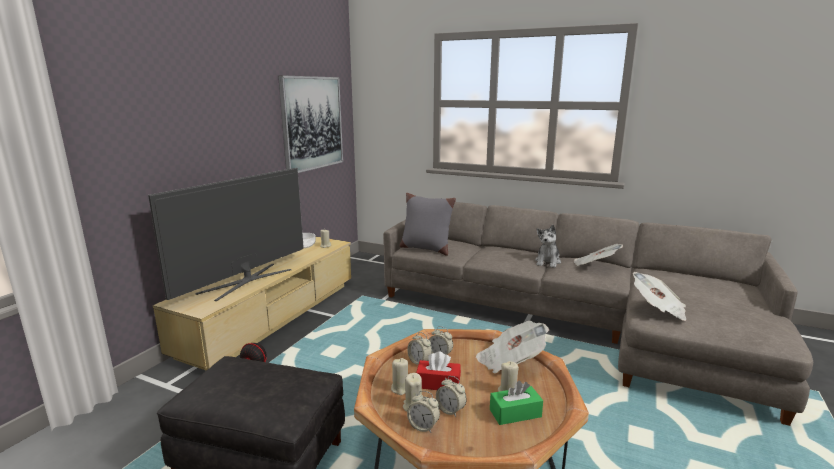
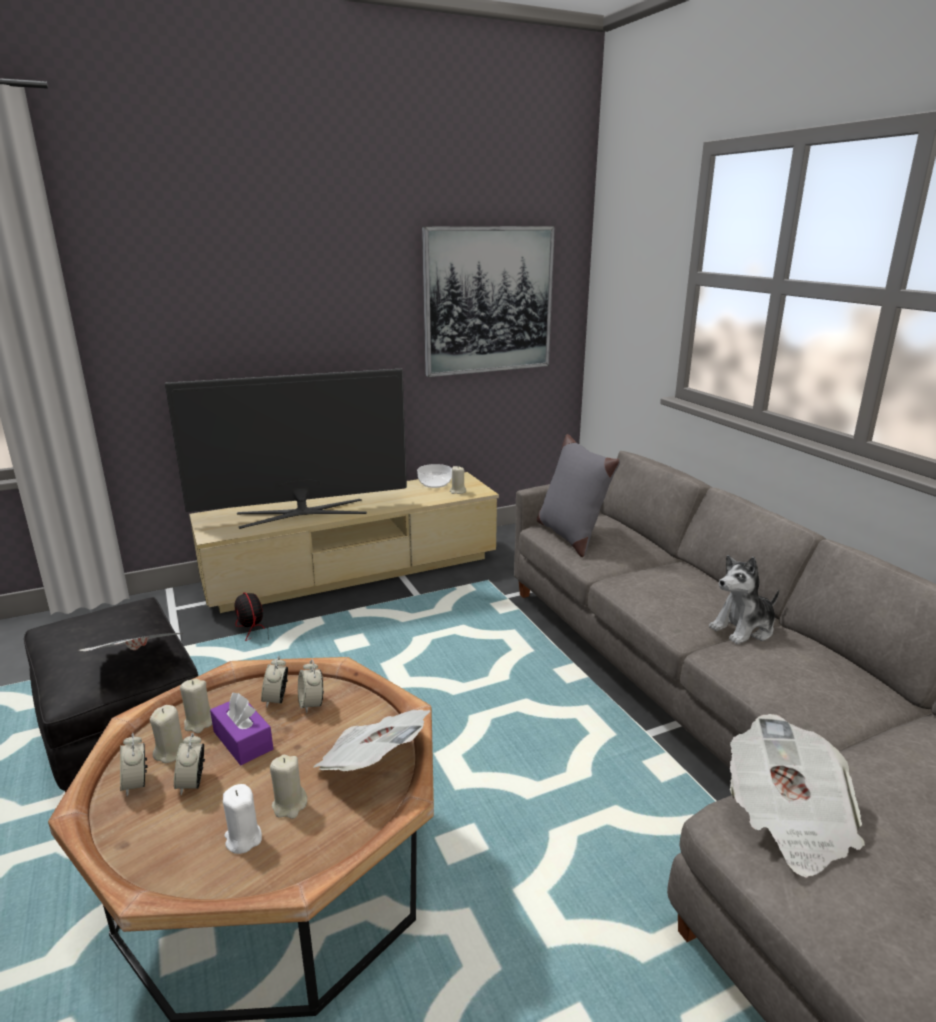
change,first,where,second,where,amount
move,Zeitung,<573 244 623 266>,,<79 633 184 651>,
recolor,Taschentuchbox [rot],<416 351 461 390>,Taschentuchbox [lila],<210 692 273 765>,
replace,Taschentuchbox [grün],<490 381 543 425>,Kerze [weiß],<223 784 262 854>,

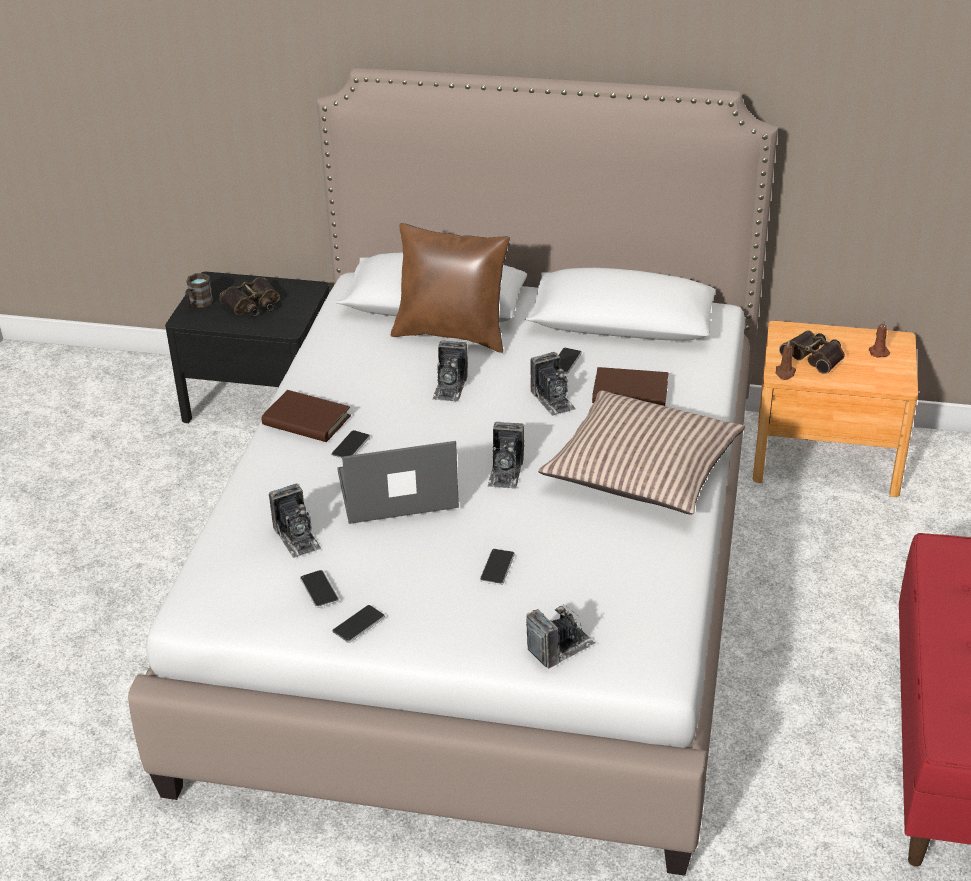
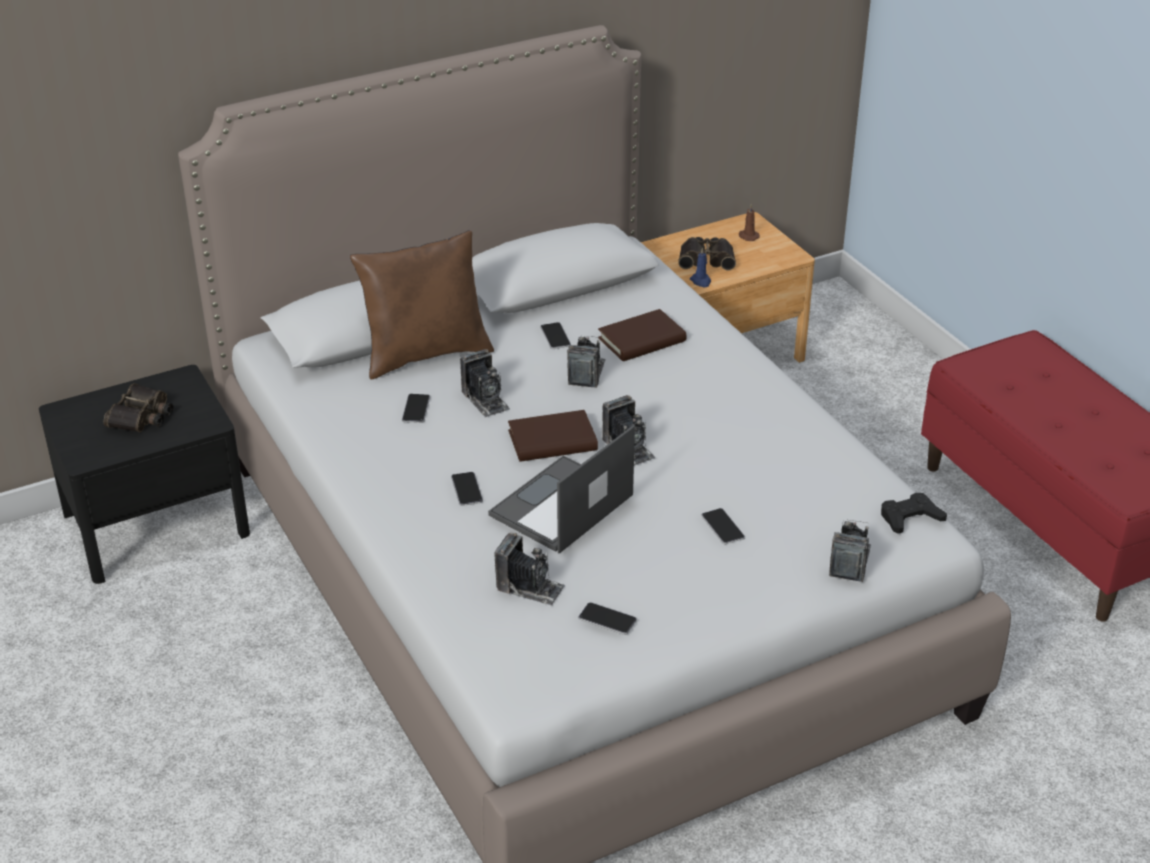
change,first,where,second,where,amount
move,Handy,<332 605 385 643>,,<402 394 430 423>,
move,Buch [braun],<262 390 351 442>,,<508 410 598 462>,
rotate,Kamera,<530 352 576 416>,,<567 336 606 388>,105 degrees counterclockwise
recolor,Kerze [braun],<775 340 796 380>,Kerze [blau],<690 247 711 287>,
insert,,,Gamepad [schwarz],<881 493 947 534>,
delete,Henkelbecher [braun],<185 273 213 307>,,,
delete,Kissen,<538 391 745 515>,,,

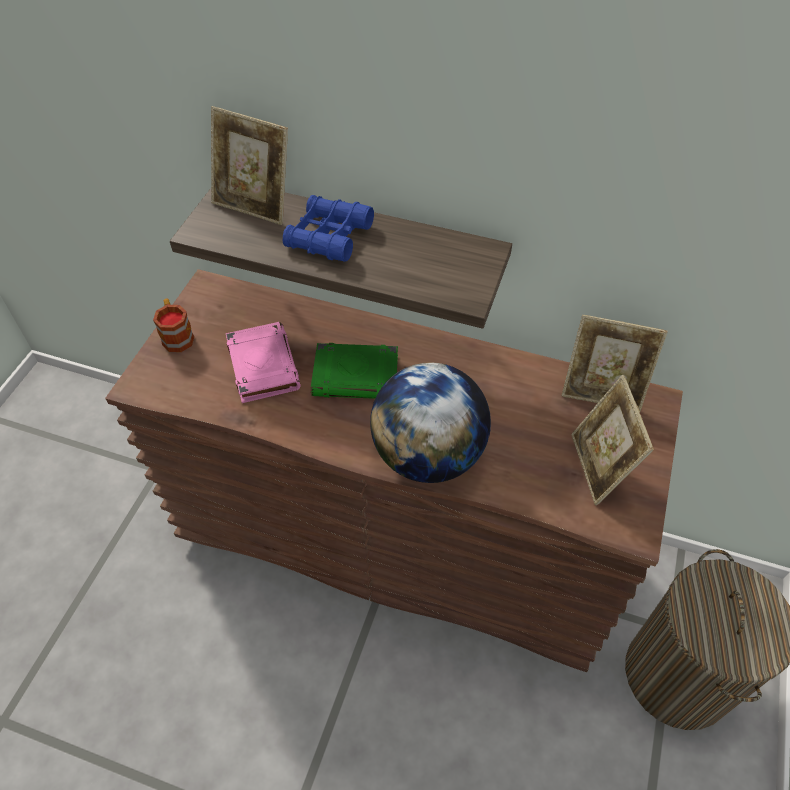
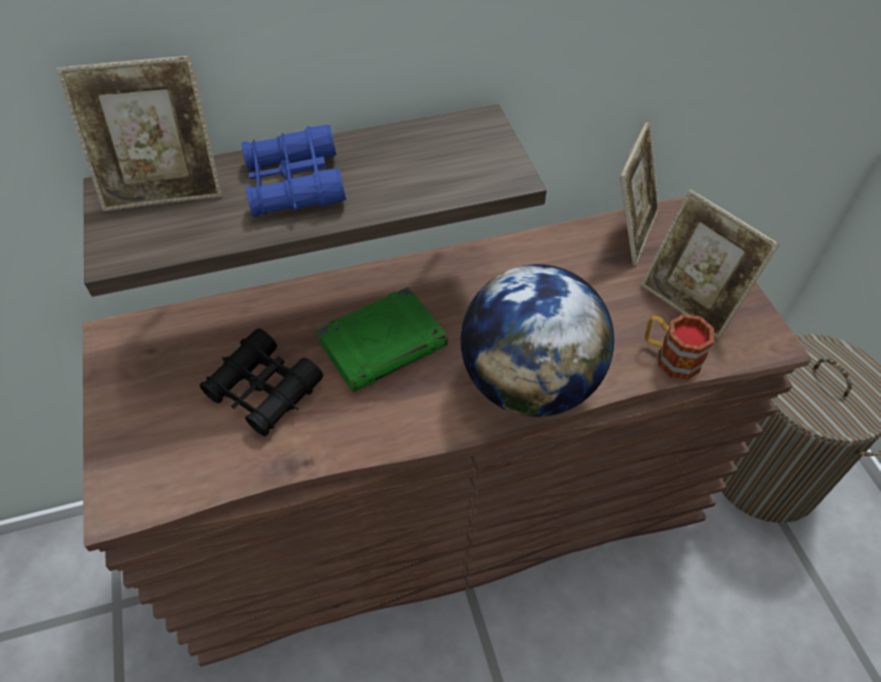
change,first,where,second,where,amount
replace,Buch [rosa],<225 322 301 403>,Fernglas [schwarz],<200 328 323 436>,
rotate,Bilderrahmen,<562 315 668 411>,,<620 121 660 266>,45 degrees counterclockwise
move,Henkelbecher,<153 299 194 352>,,<645 314 714 380>,

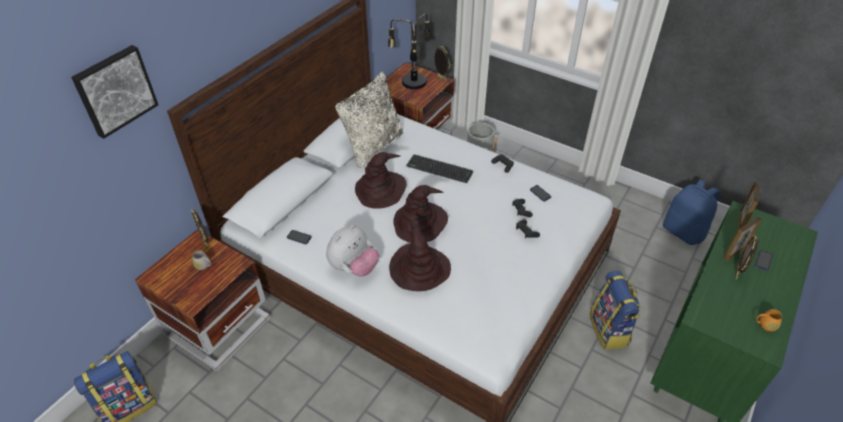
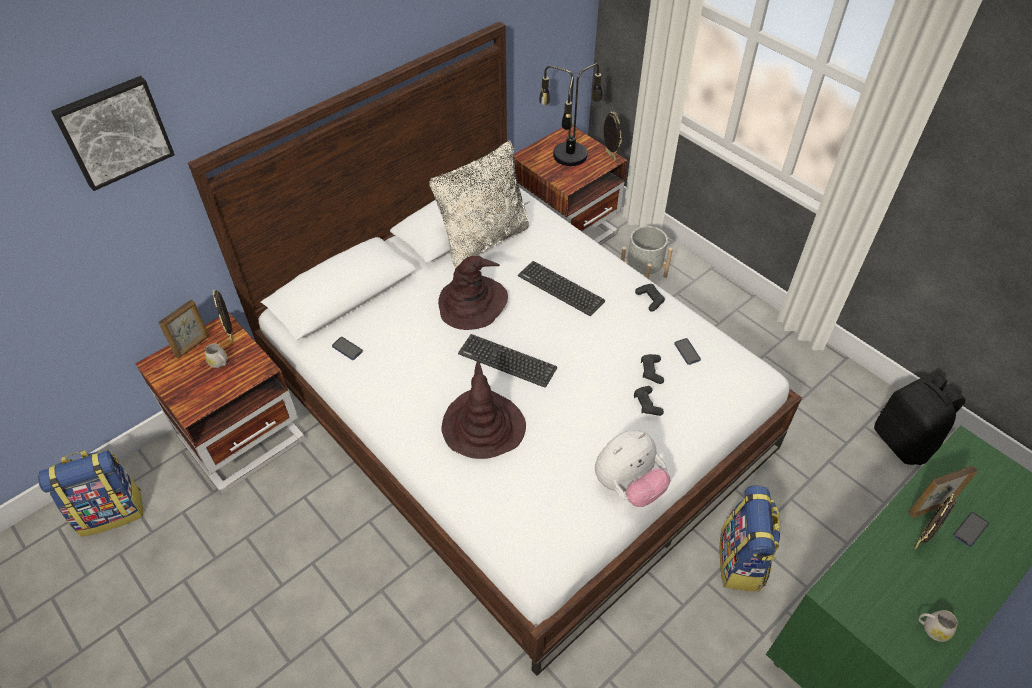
change,first,where,second,where,amount
move,Bilderrahmen,<738 182 759 230>,,<158 299 209 359>,
replace,Hut [braun],<393 185 448 243>,Tastatur,<458 334 557 388>,
move,Plüschtier,<326 225 379 276>,,<595 430 671 507>,
recolor,Rucksack [blau],<663 179 720 245>,Rucksack [schwarz],<874 374 966 465>,
recolor,Henkelbecher [orange],<756 309 782 331>,Henkelbecher [weiß],<919 610 958 642>,

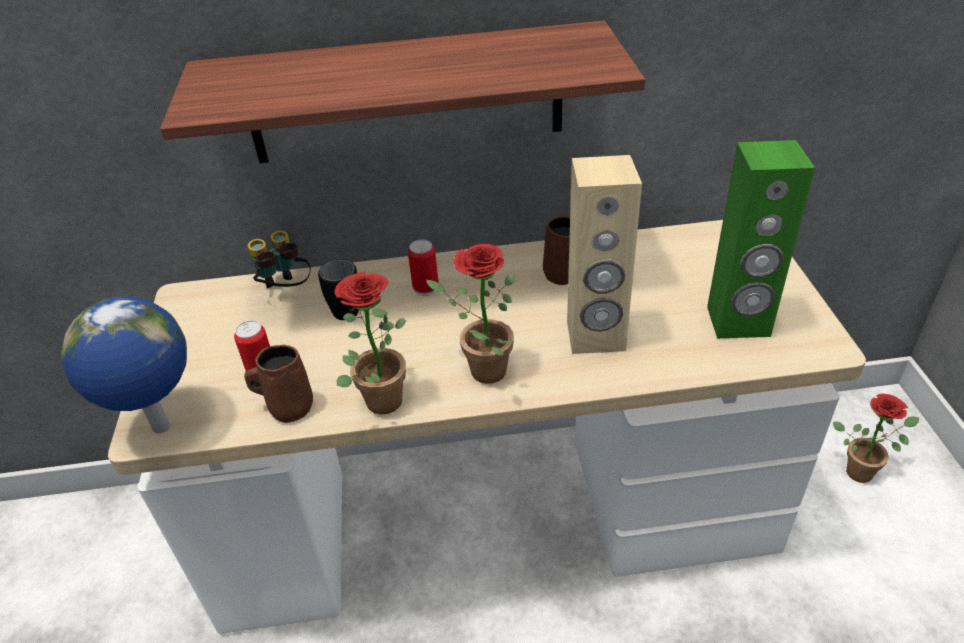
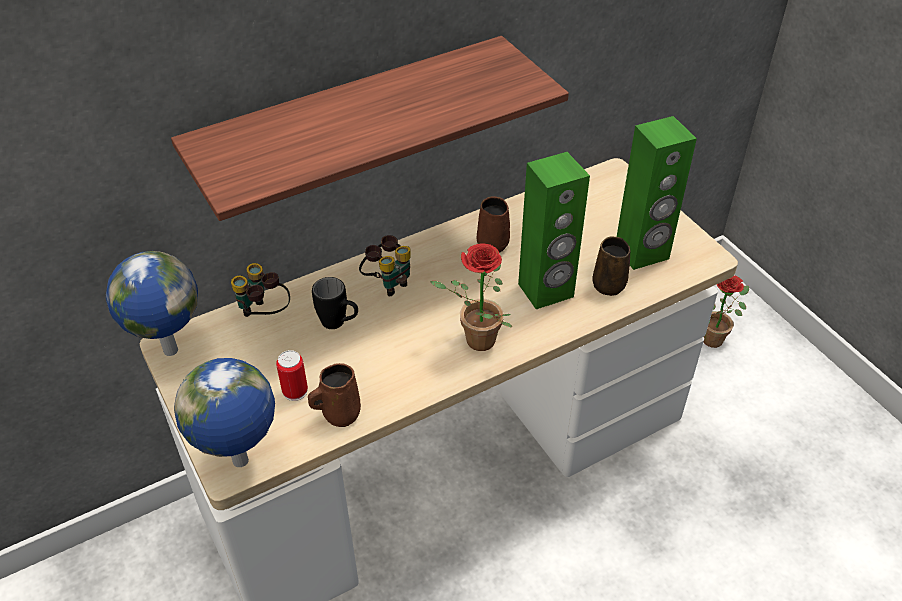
change,first,where,second,where,amount
insert,,,Globus,<106 251 198 356>,
replace,Dose,<408 240 439 296>,Fernglas,<359 235 410 297>,
recolor,Lautsprecher [beige],<567 155 642 354>,Lautsprecher [grün],<518 152 590 309>,
insert,,,Henkelbecher [braun],<593 237 630 296>,
delete,Topfpflanze,<334 272 406 415>,,,

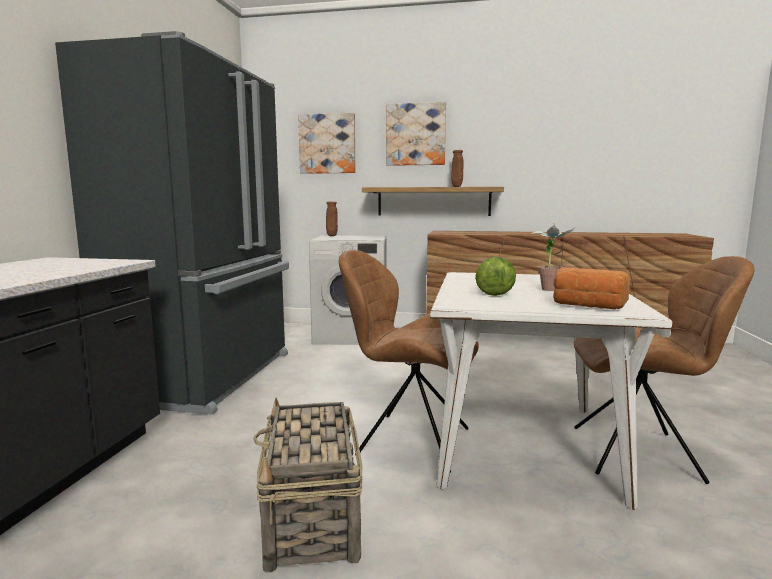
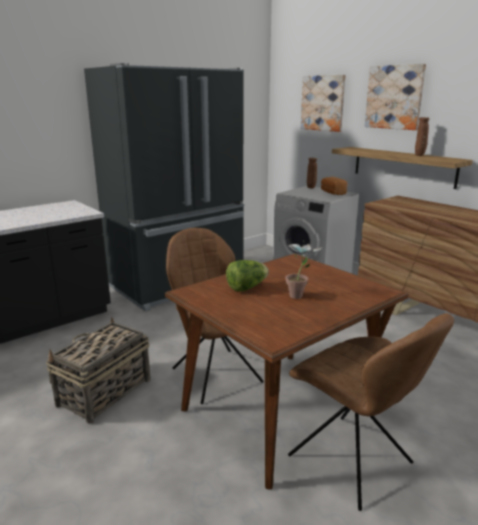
change,first,where,second,where,amount
recolor,Esstisch [weiß],<430 272 672 510>,Esstisch [braun],<165 253 408 490>,
move,Brot,<553 267 631 309>,,<321 177 347 195>,

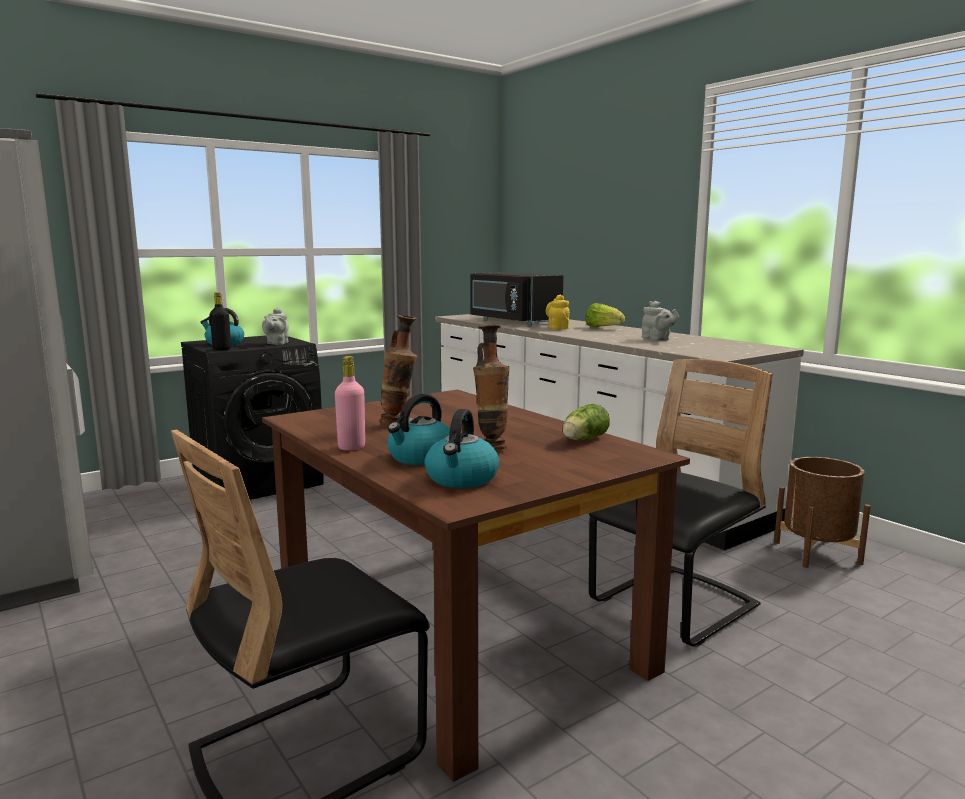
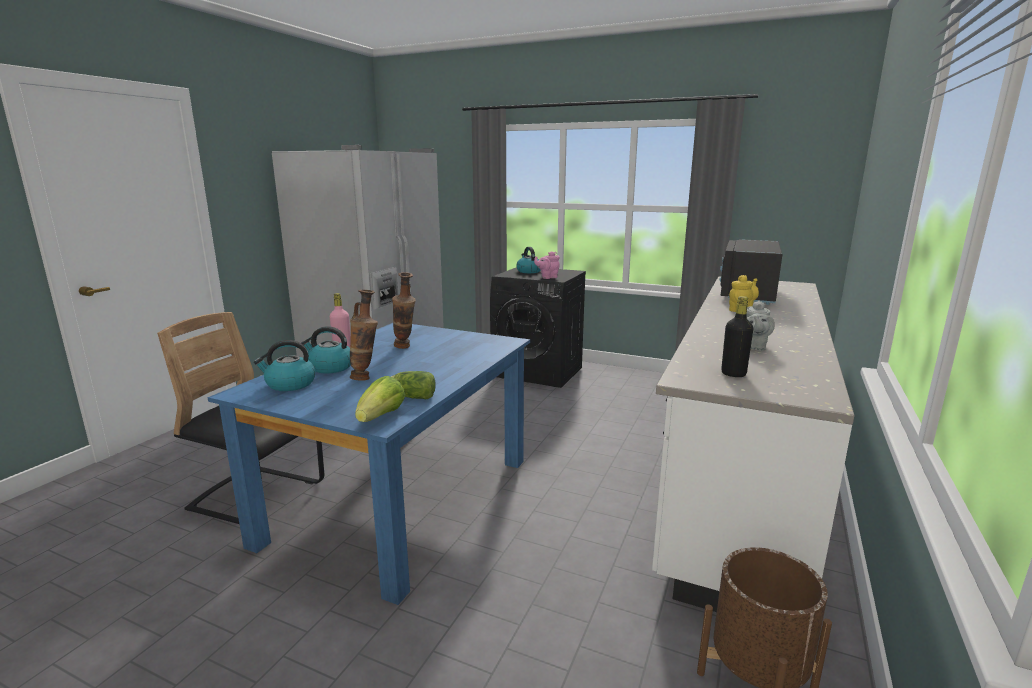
change,first,where,second,where,amount
recolor,Esstisch [braun],<262 390 690 782>,Esstisch [blau],<208 323 530 605>,
move,Salatkopf,<586 303 625 327>,,<355 376 405 422>,
recolor,Teekanne [grau],<262 307 289 345>,Teekanne [rosa],<534 252 560 279>,
move,Flasche [schwarz],<210 292 231 350>,,<721 296 753 377>,
delete,Stuhl [schwarz],<589 359 773 646>,,,

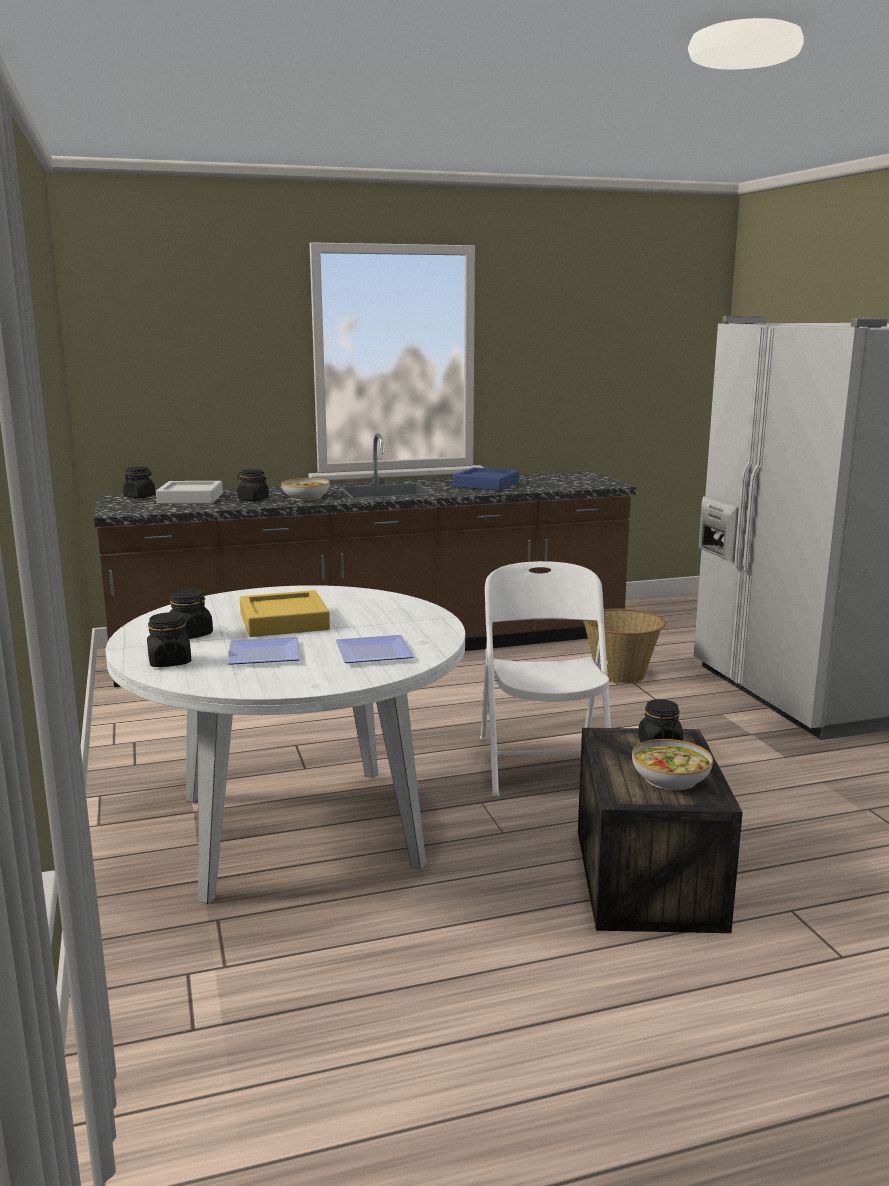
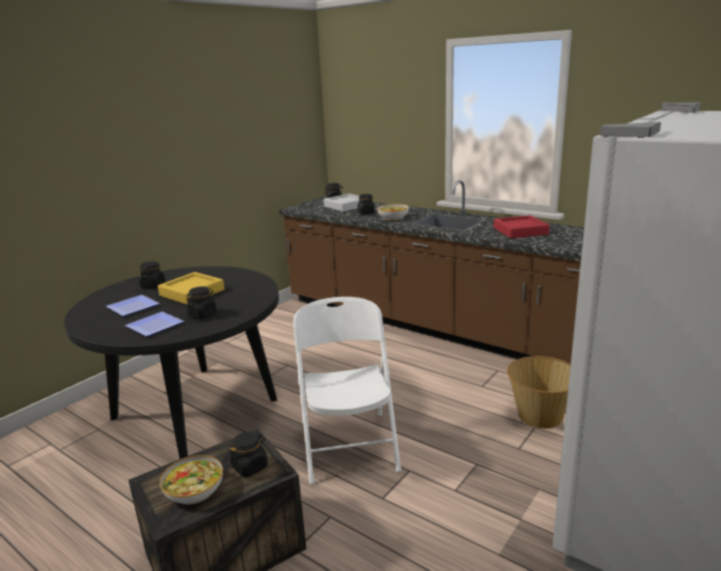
change,first,where,second,where,amount
recolor,Esstisch [weiß],<106 585 465 904>,Esstisch [schwarz],<64 266 279 459>,
move,Vorratsglas [schwarz],<147 612 191 667>,,<187 287 217 319>,
rotate,Stuhl [weiß],<480 561 611 797>,,<293 297 402 485>,60 degrees counterclockwise
recolor,Tablett [blau],<453 467 519 491>,Tablett [rot],<494 215 550 238>,

